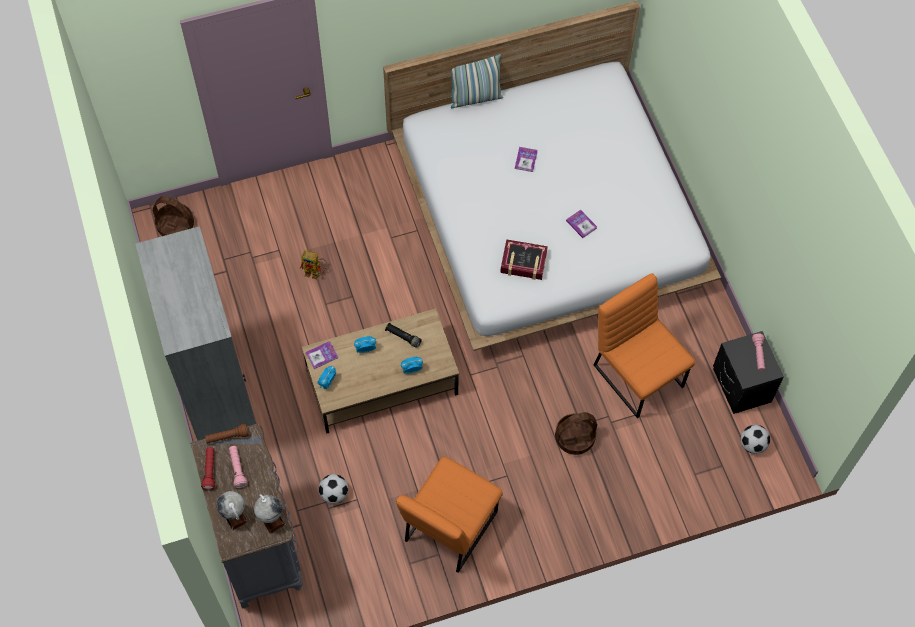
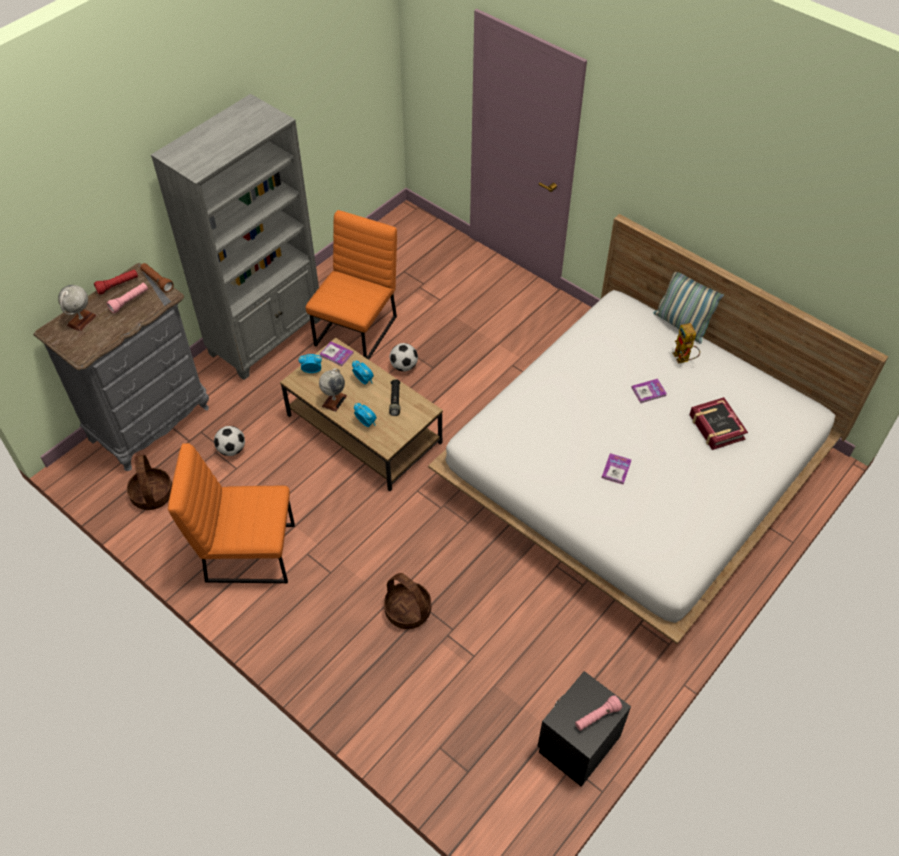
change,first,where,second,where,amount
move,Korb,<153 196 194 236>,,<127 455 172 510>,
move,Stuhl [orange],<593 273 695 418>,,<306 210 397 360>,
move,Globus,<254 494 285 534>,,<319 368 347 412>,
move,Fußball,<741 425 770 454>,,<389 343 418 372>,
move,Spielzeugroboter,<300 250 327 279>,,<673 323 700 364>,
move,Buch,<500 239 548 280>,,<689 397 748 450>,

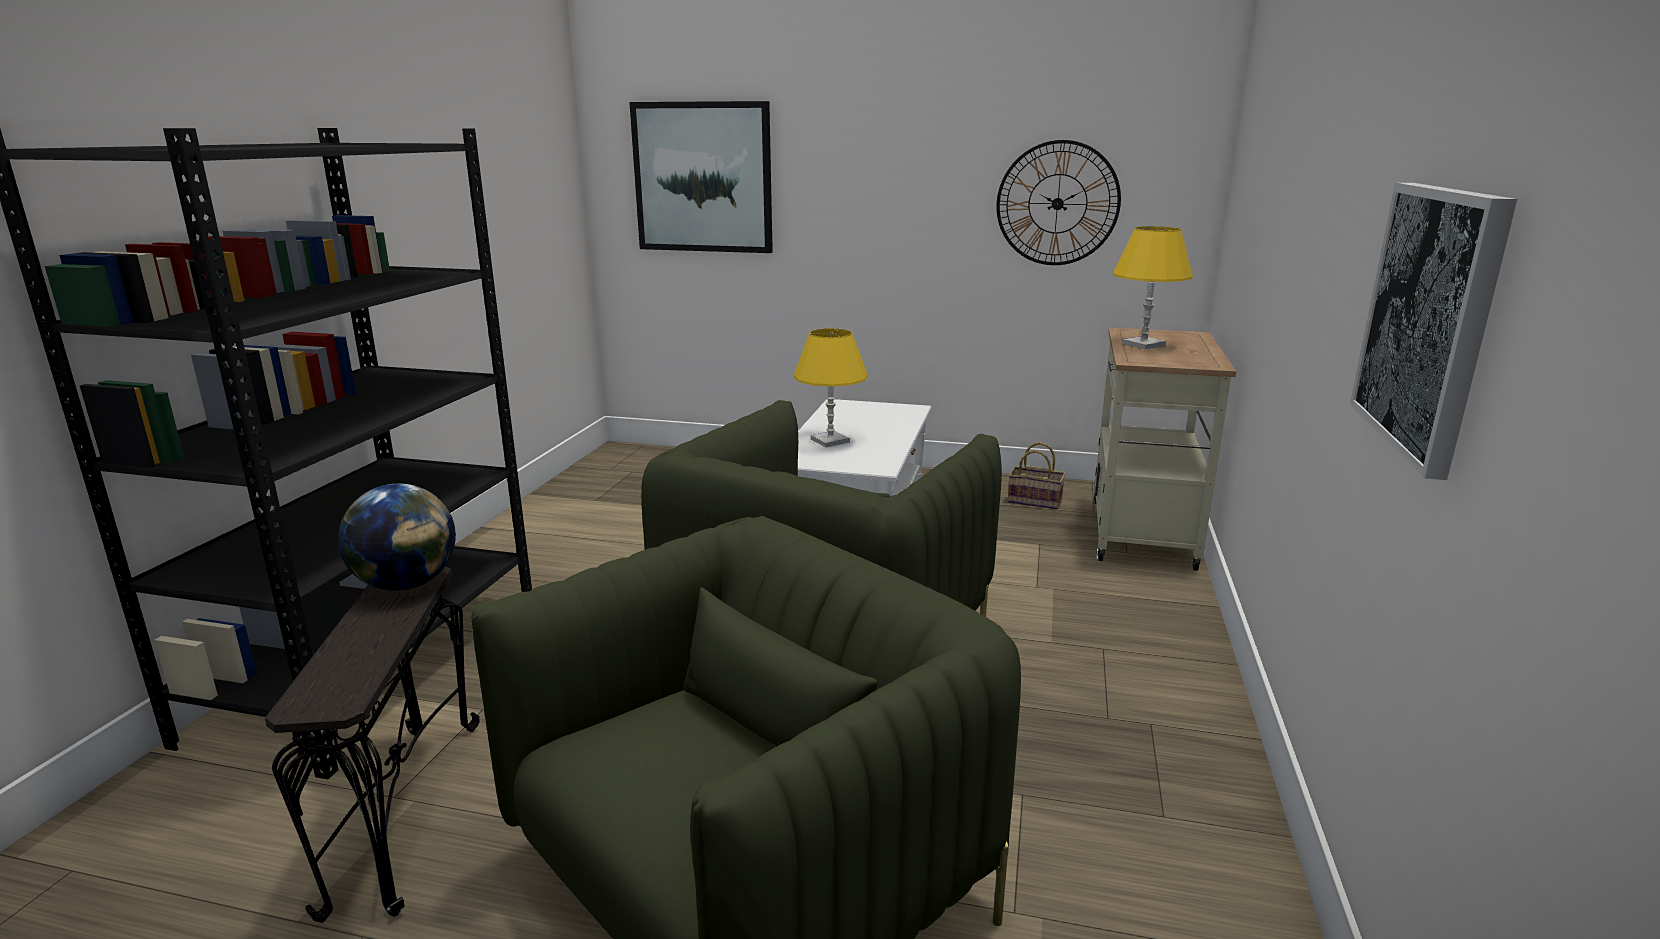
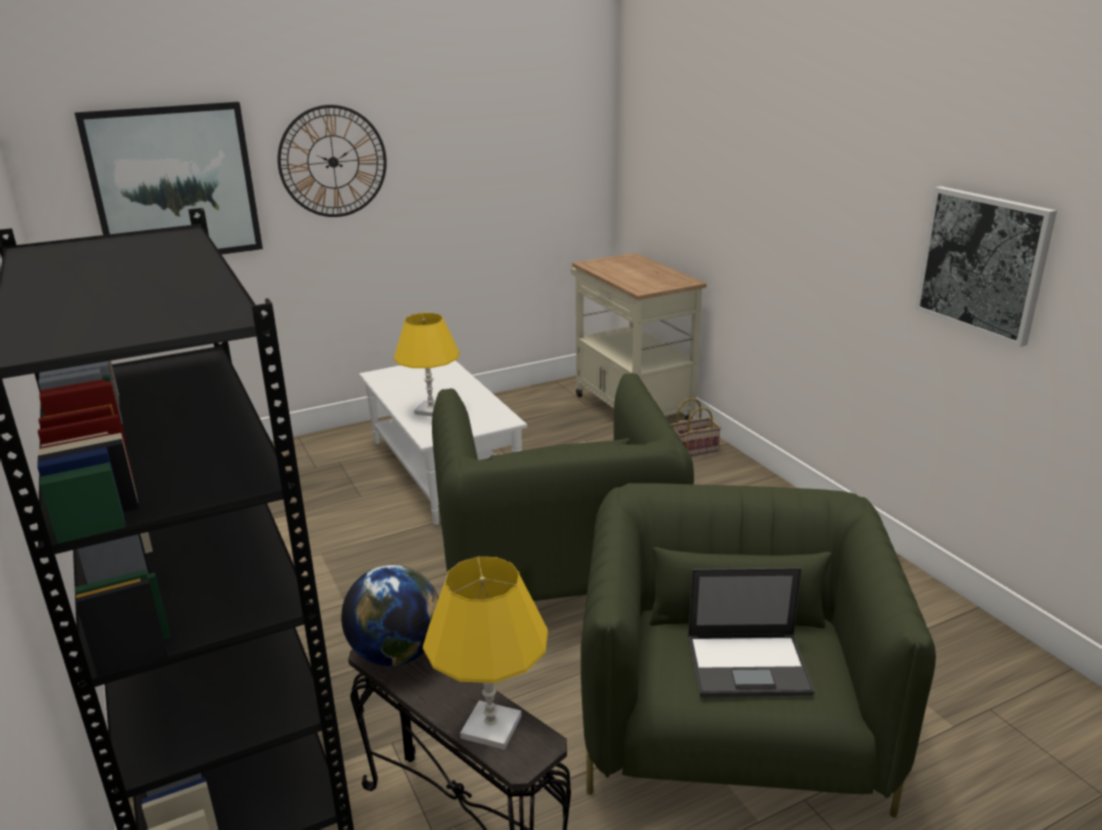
change,first,where,second,where,amount
move,Wanduhr,<996 140 1121 265>,,<278 105 387 217>,
move,Tischlampe [gelb],<1113 226 1193 349>,,<423 557 548 750>,
move,Korb,<1008 442 1065 509>,,<671 398 721 456>,
insert,,,Laptop,<688 567 815 697>,

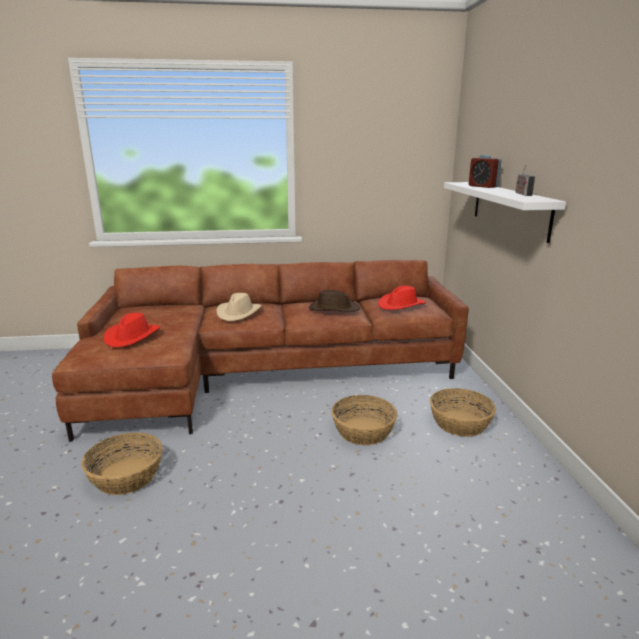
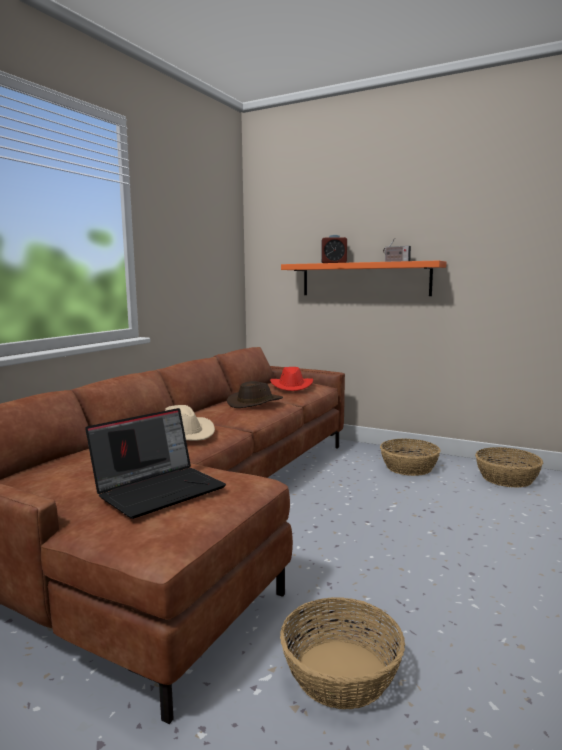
change,first,where,second,where,amount
replace,Hut [rot],<104 313 161 347>,Laptop,<85 408 226 519>,
recolor,Wandregal [weiß],<444 182 566 243>,Wandregal [orange],<281 260 446 296>,
move,Korb,<331 395 397 445>,,<475 447 544 488>,

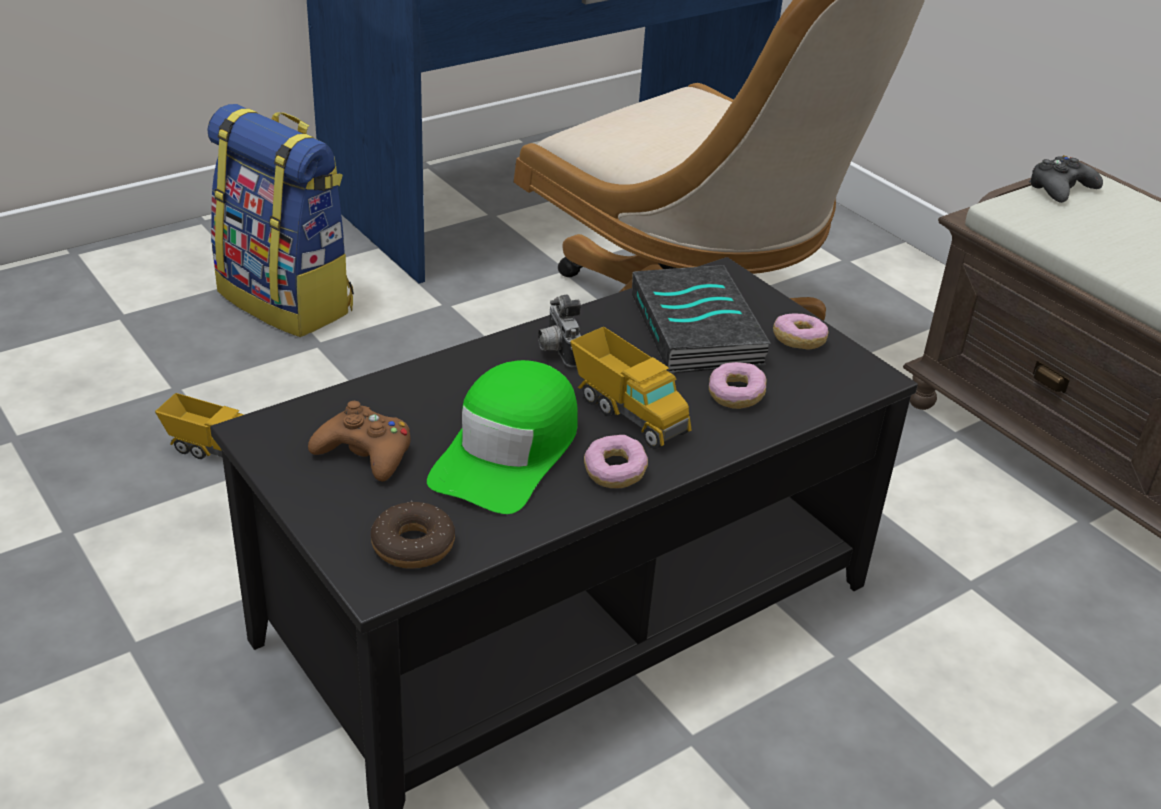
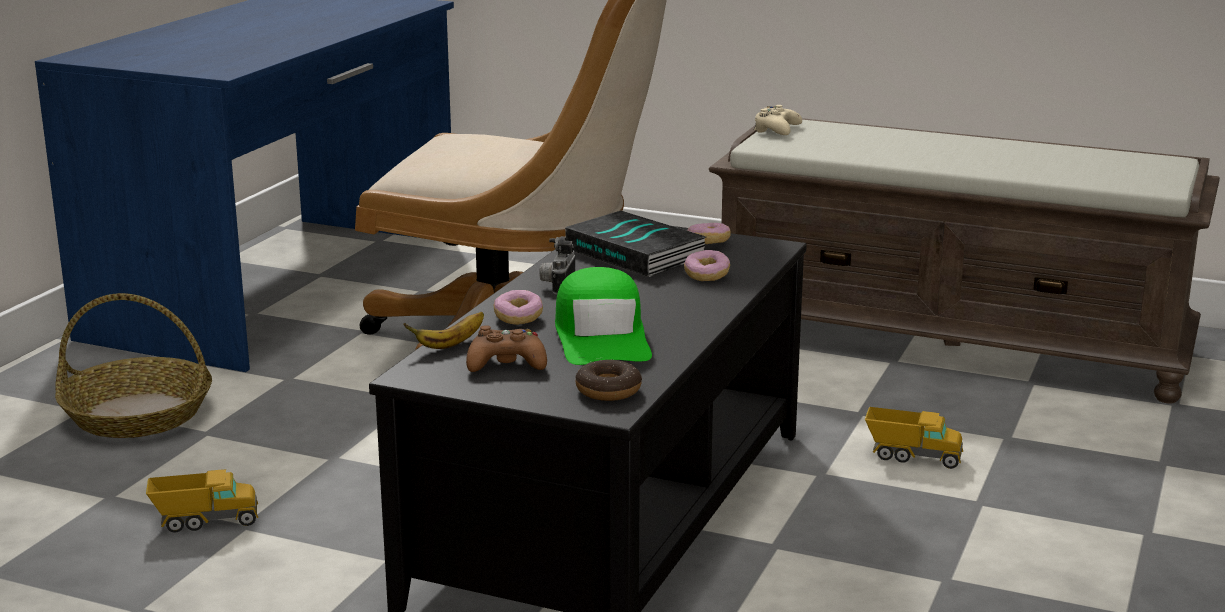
change,first,where,second,where,amount
replace,Rucksack,<207 104 354 337>,Korb,<55 293 212 438>,
insert,,,Banane,<403 312 484 349>,
move,Donut,<584 435 648 488>,,<494 290 543 325>,
rotate,Kamera,<538 295 581 367>,,<539 236 575 295>,60 degrees clockwise
recolor,Gamepad [schwarz],<1029 155 1103 203>,Gamepad [beige],<754 105 802 135>,
move,Spielzeuglaster,<570 327 692 449>,,<865 407 963 469>,

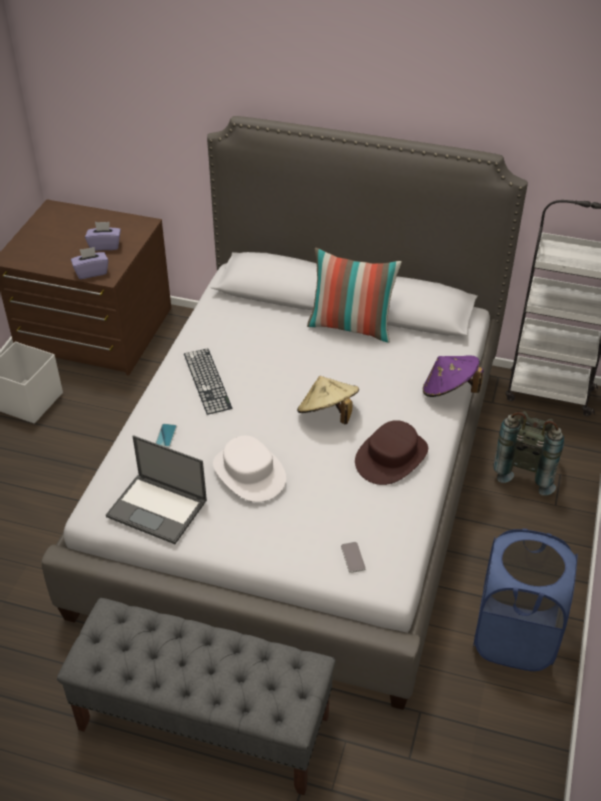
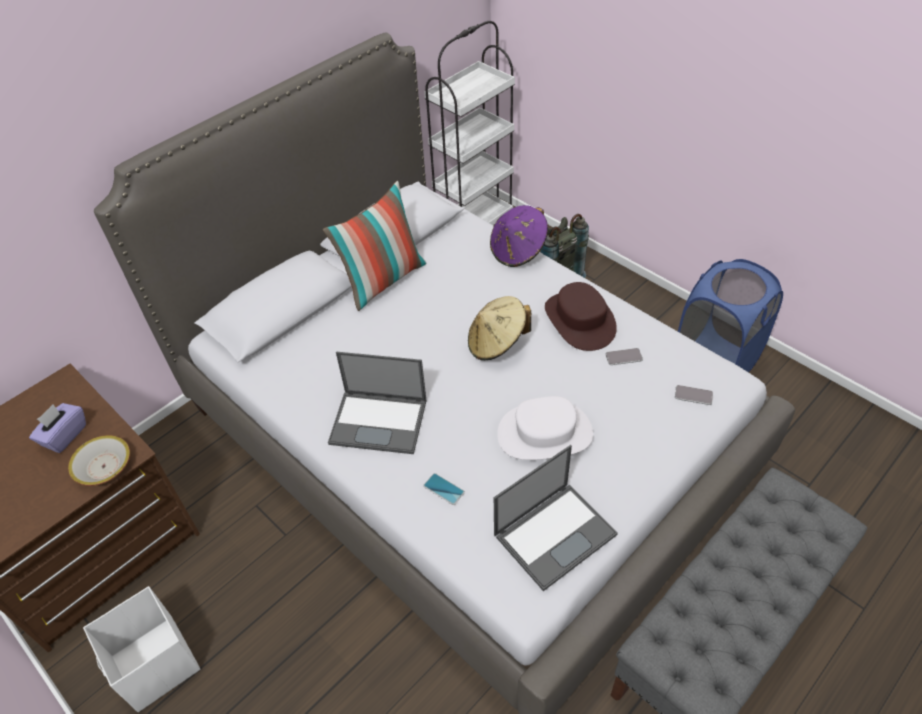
change,first,where,second,where,amount
replace,Taschentuchbox [lila],<71 247 108 279>,Schüssel,<68 435 130 486>,
replace,Tastatur,<184 349 232 415>,Laptop,<328 352 427 454>,
insert,,,Handy,<605 348 643 365>,

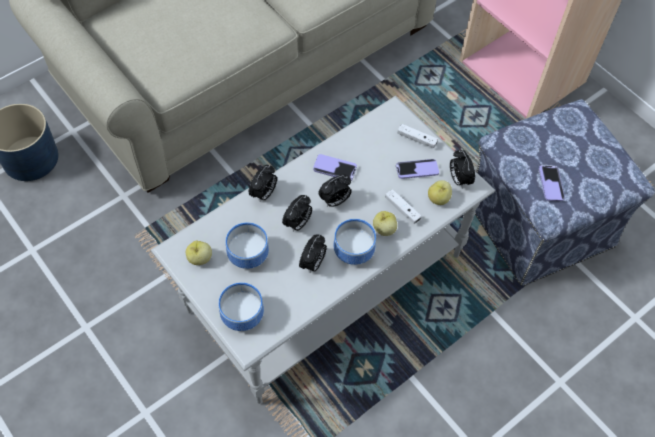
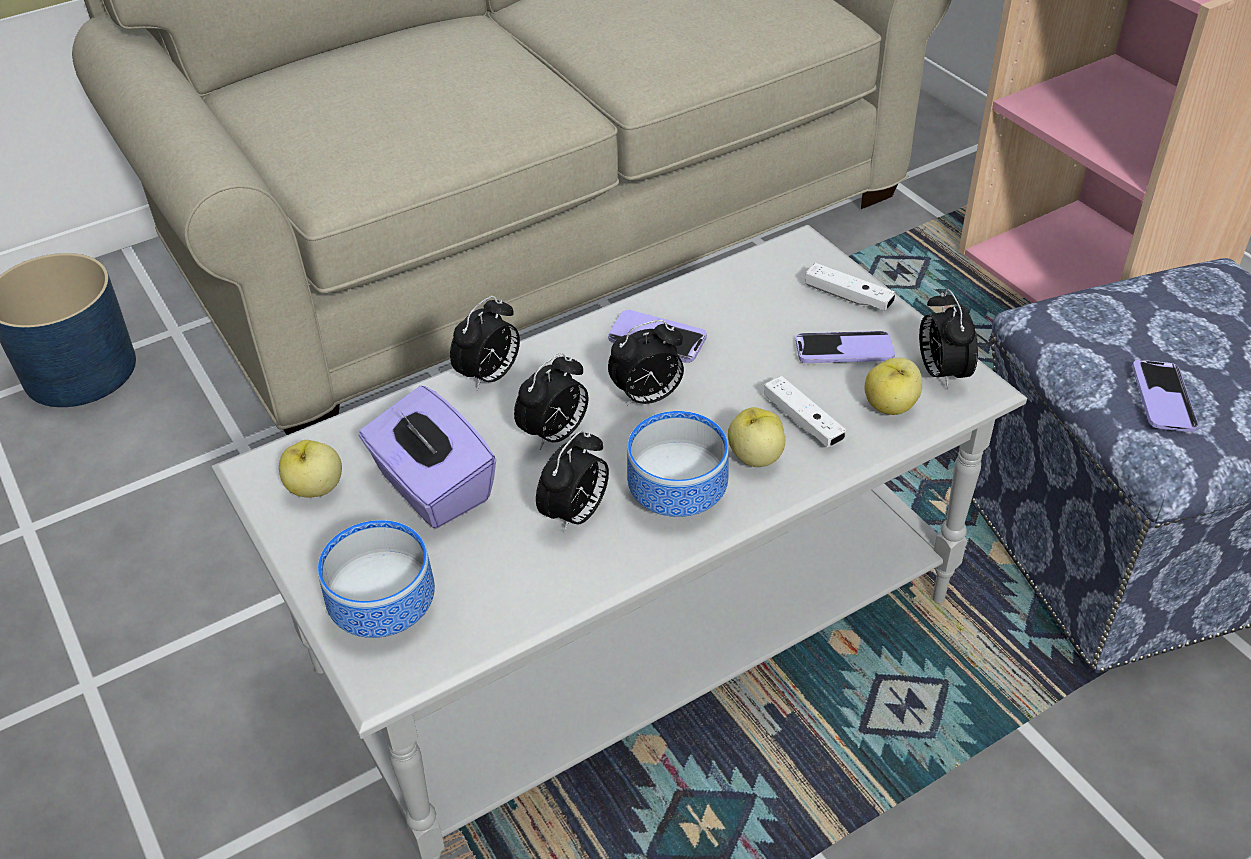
change,first,where,second,where,amount
replace,Schüssel,<226 222 269 269>,Taschentuchbox [lila],<359 386 496 528>,

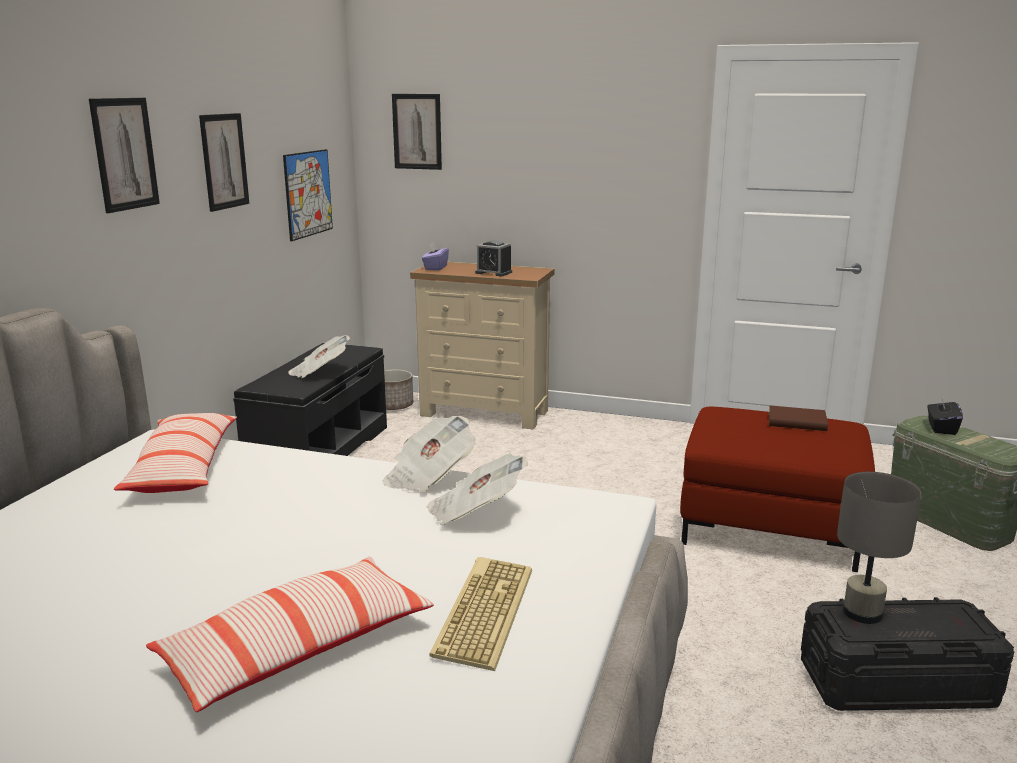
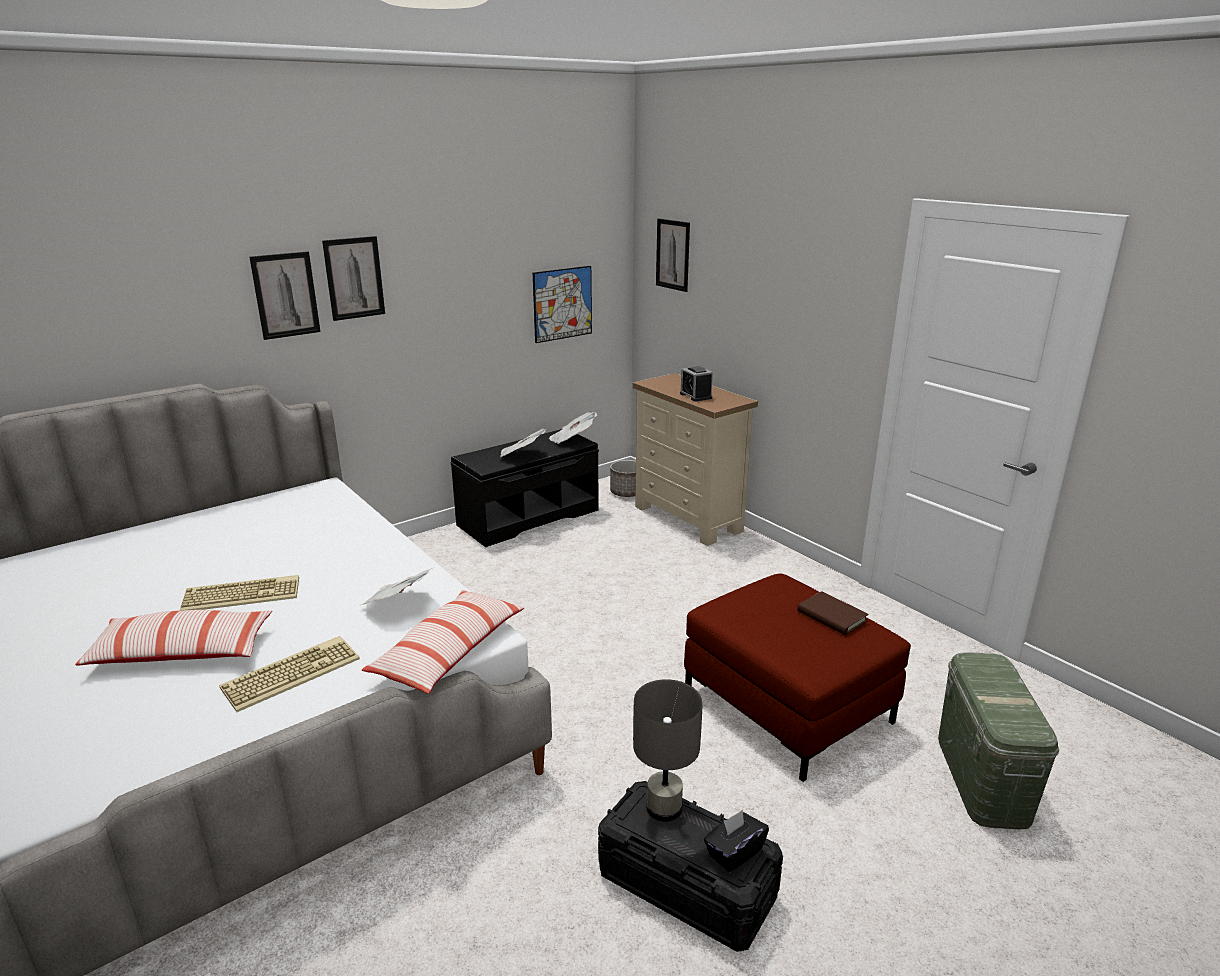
change,first,where,second,where,amount
insert,,,Tastatur,<180 575 299 611>,
move,Bild,<199 113 249 212>,,<250 251 320 340>,
move,Kissen,<114 413 237 493>,,<362 590 524 694>,
move,Zeitung,<383 416 476 492>,,<549 412 597 444>,
move,Taschentuchbox [schwarz],<927 395 963 435>,,<704 810 769 872>,
delete,Taschentuchbox [lila],<422 242 449 270>,,,

